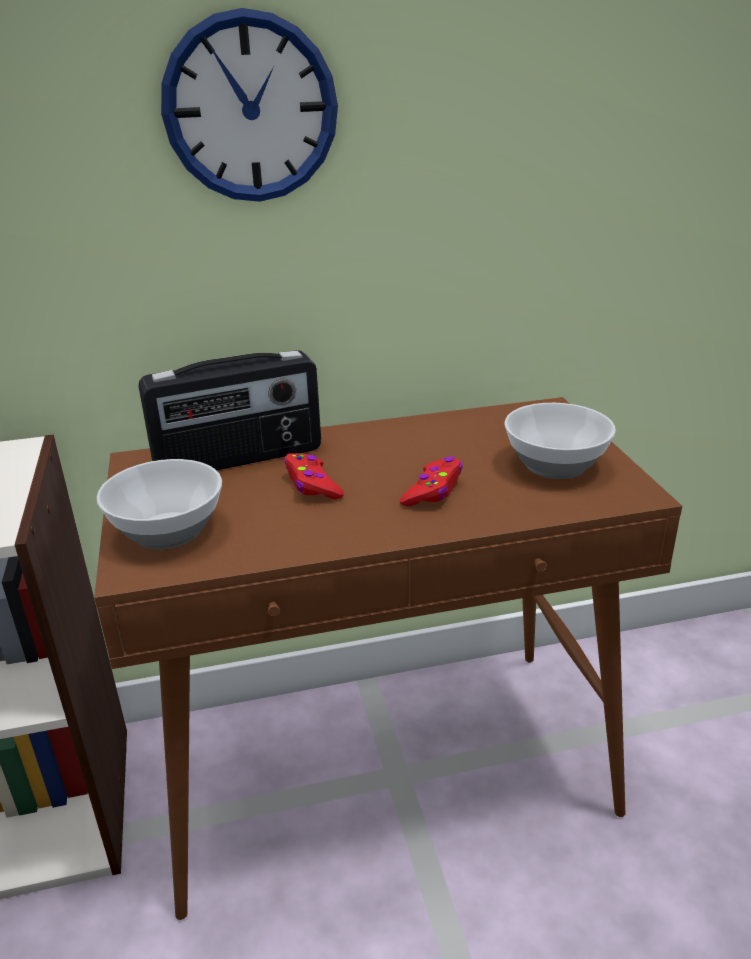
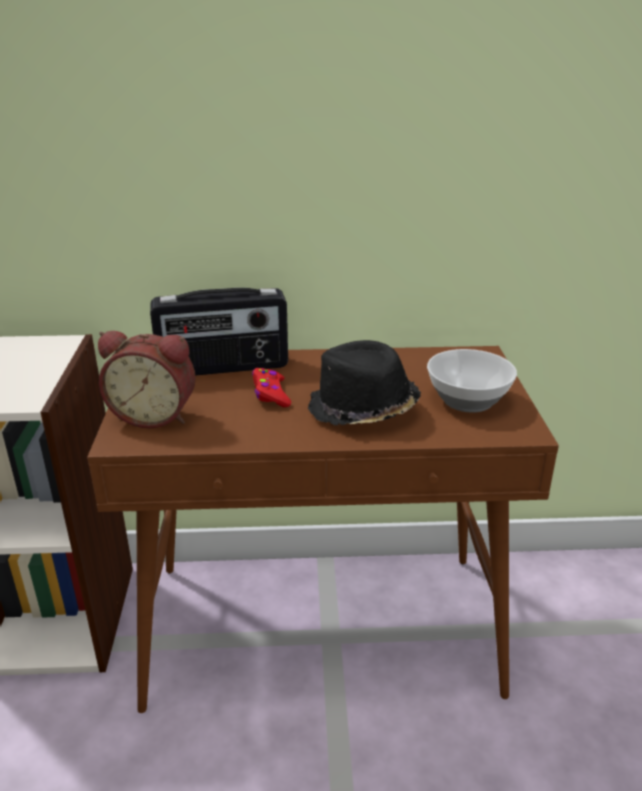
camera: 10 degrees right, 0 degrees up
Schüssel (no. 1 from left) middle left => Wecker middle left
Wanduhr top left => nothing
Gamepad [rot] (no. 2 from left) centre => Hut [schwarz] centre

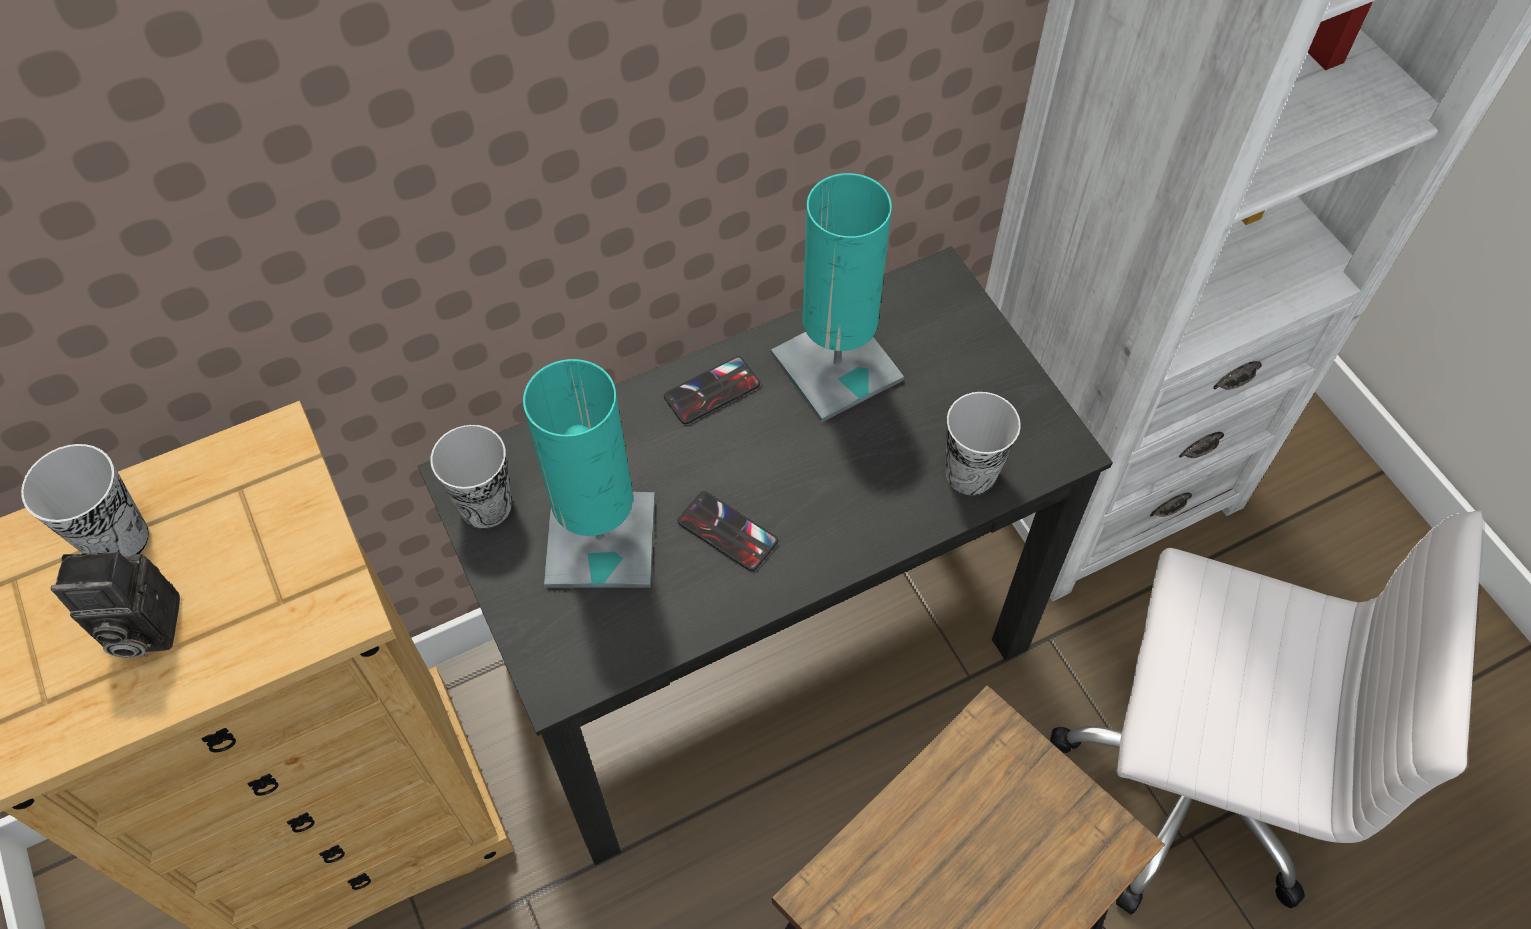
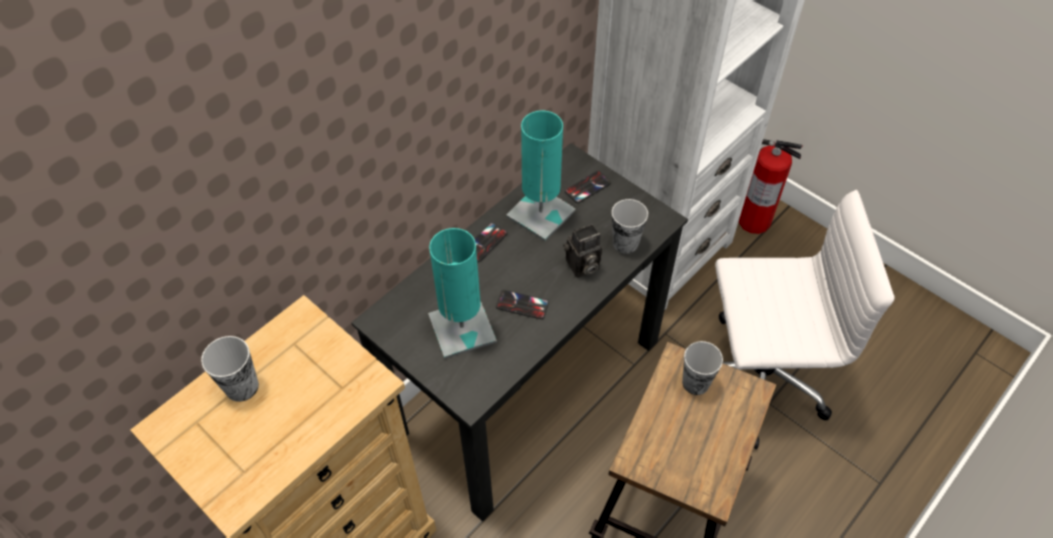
camera: 20 degrees left, 5 degrees down
Kamera middle left => Kamera centre, relocated
Tasse (no. 2 from left in the first image) middle left => Tasse (no. 3 from left) bottom right, relocated
nothing => Handy (no. 3 from left) centre
nothing => Feuerlöscher middle right

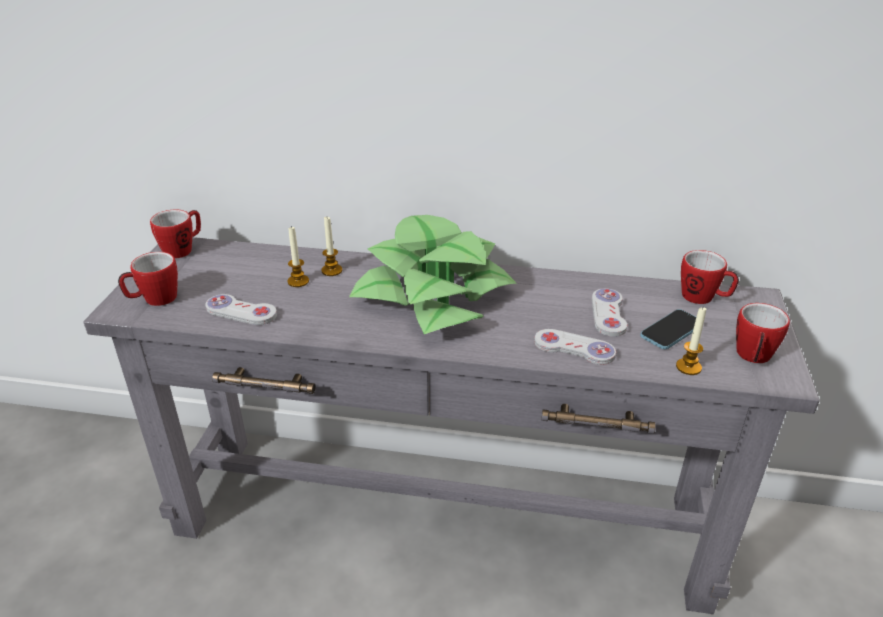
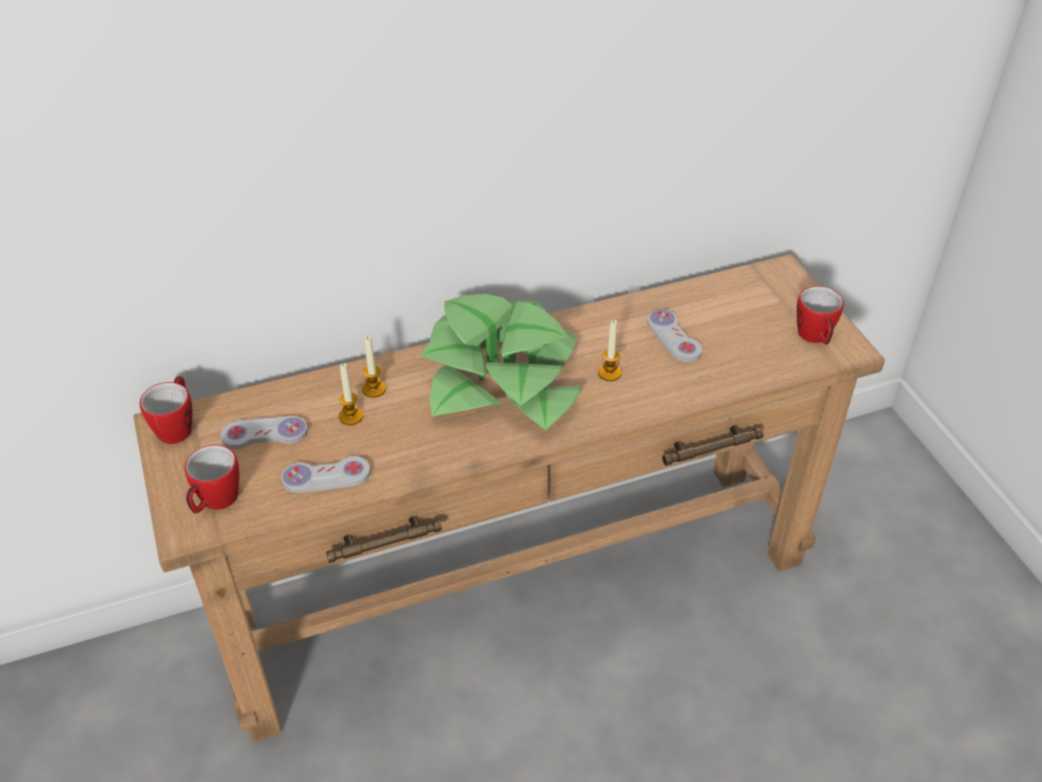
camera: 30 degrees left, 10 degrees up
Konsolentisch [grau] bottom centre => Konsolentisch [braun] centre
Gamepad [weiß] (no. 2 from left in the first image) centre => Gamepad [weiß] (no. 1 from left) middle left, relocated
Handy middle right => nothing
Kerze (no. 3 from left) middle right => Kerze (no. 3 from left) centre, relocated
Henkelbecher (no. 3 from left) middle right => nothing

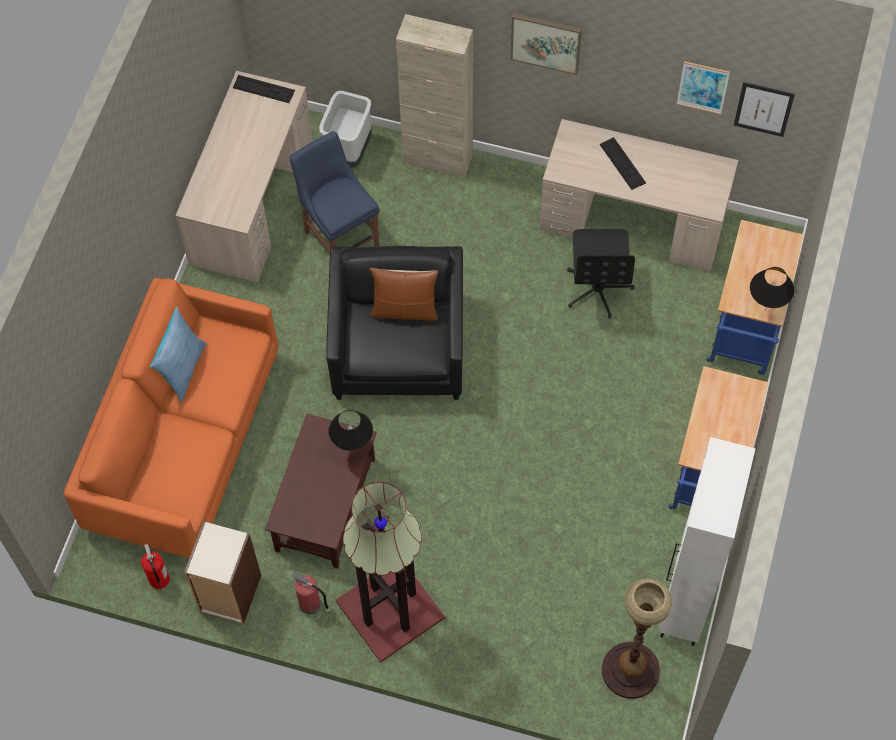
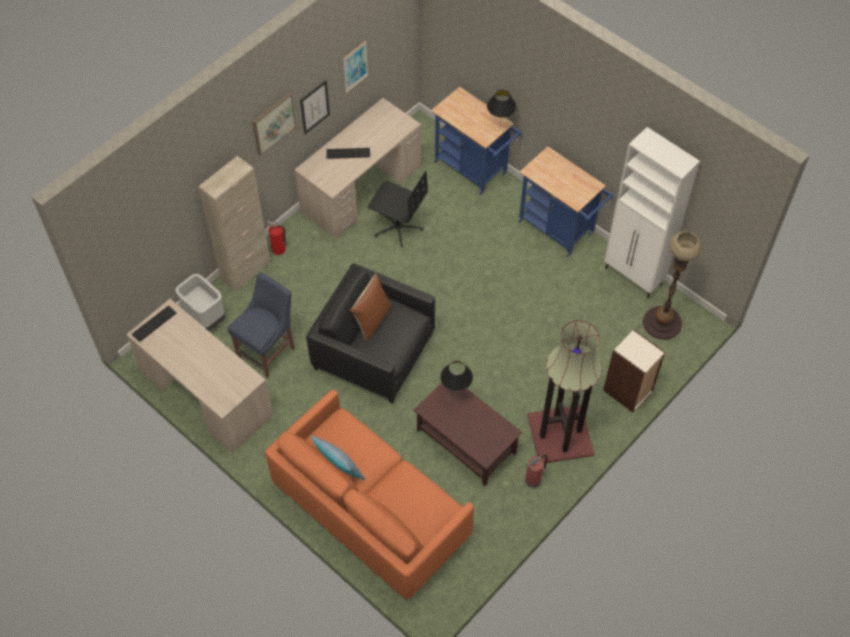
camera: 65 degrees left, 5 degrees down
Feuerlöscher (no. 1 from left) bottom left => Feuerlöscher (no. 1 from left) middle left, relocated
Bücherregal bottom left => Bücherregal middle right, relocated
Stuhl [blau] top centre => Stuhl [blau] middle left, 135 degrees clockwise
Bild (no. 3 from left in the first image) top right => Bild (no. 2 from left) top centre, relocated

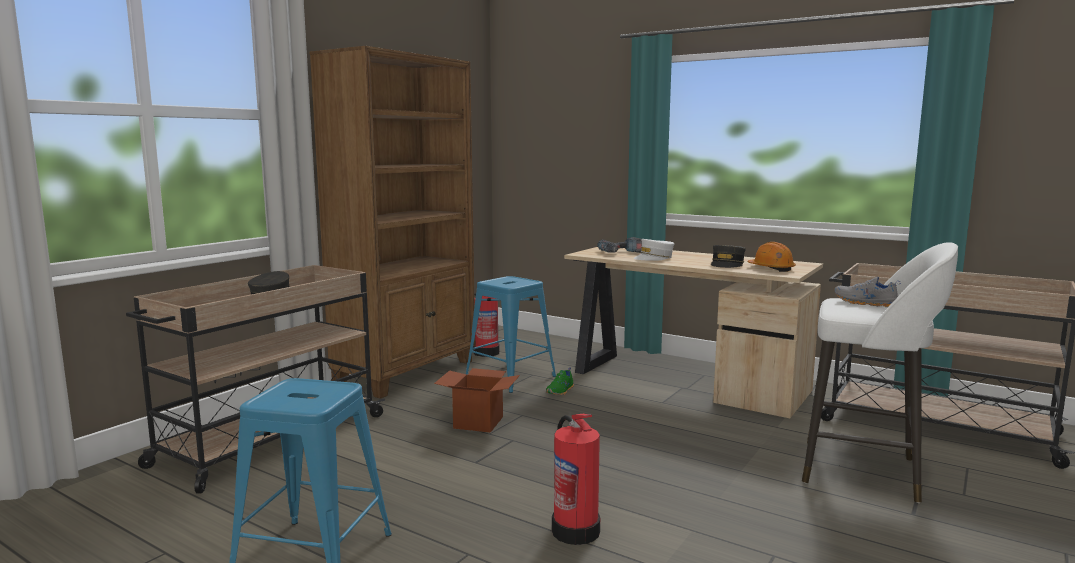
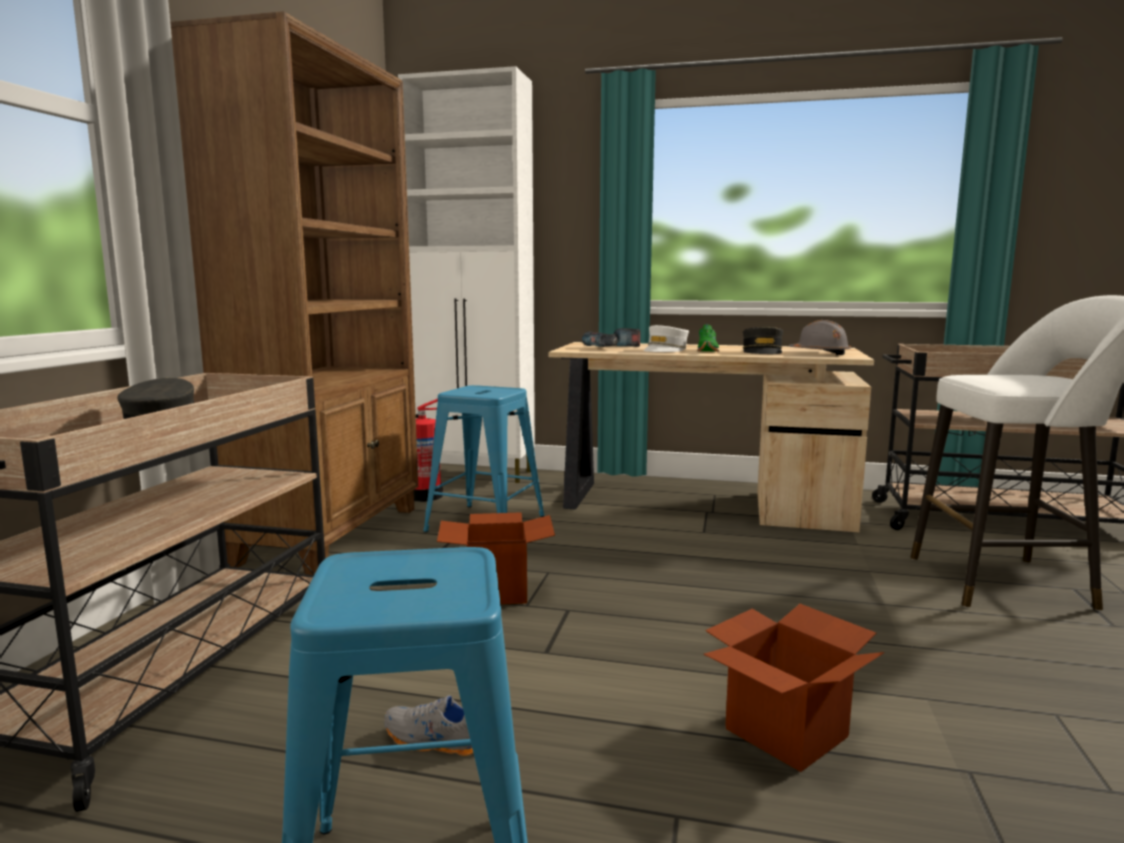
camera: 20 degrees left, 0 degrees up
Schuh [grün] bottom centre => Schuh [grün] centre, relocated
Feuerlöscher (no. 2 from left) bottom centre => Karton (no. 2 from left) bottom right
Schutzhelm [orange] middle right => Schutzhelm [grau] middle right
Schuh [grau] middle right => Schuh [grau] bottom centre, relocated
nothing => Schrank [weiß] top centre

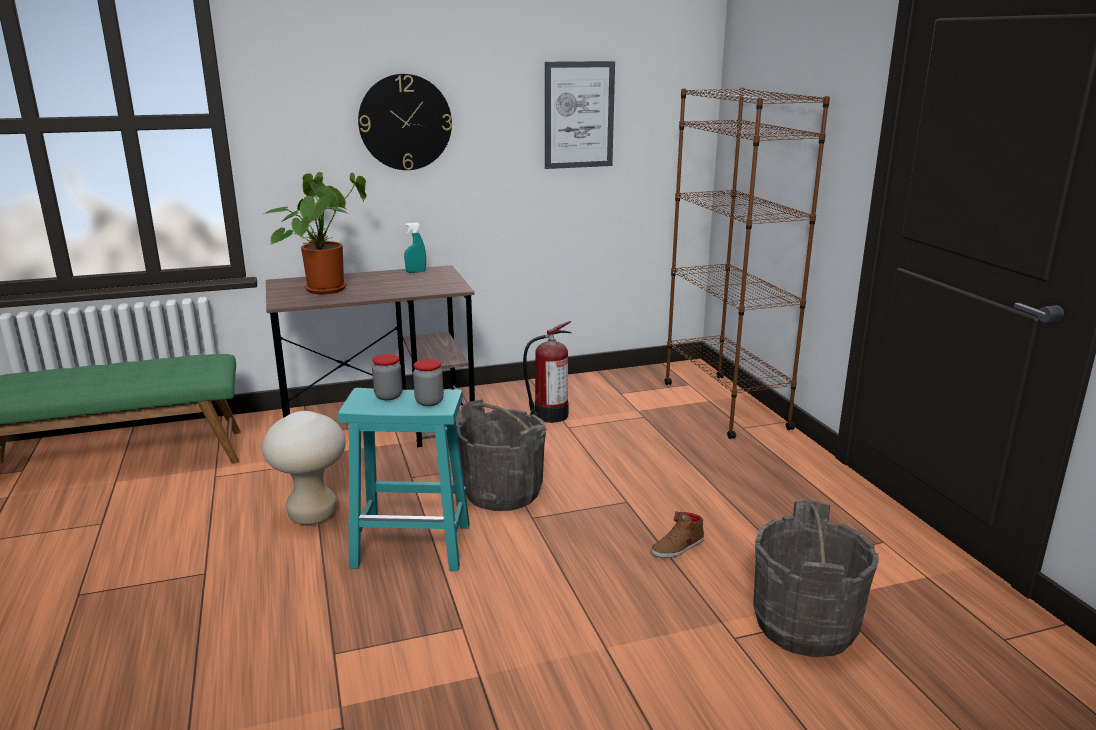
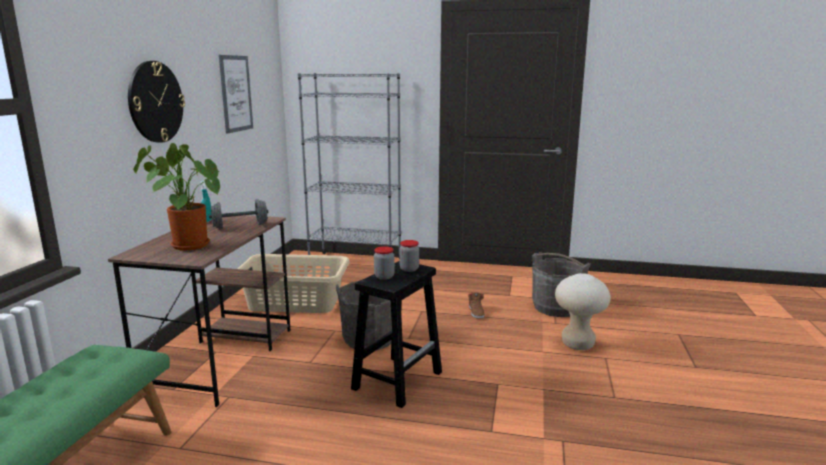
camera: 60 degrees left, 5 degrees down
Hocker [beige] middle left => Hocker [beige] bottom right, relocated
Hocker [türkis] centre => Hocker [schwarz] bottom centre
Feuerlöscher centre => Wäschekorb [beige] centre
Bücherregal [braun] middle right => Bücherregal [grau] centre
nothing => Hantel [grau] middle left

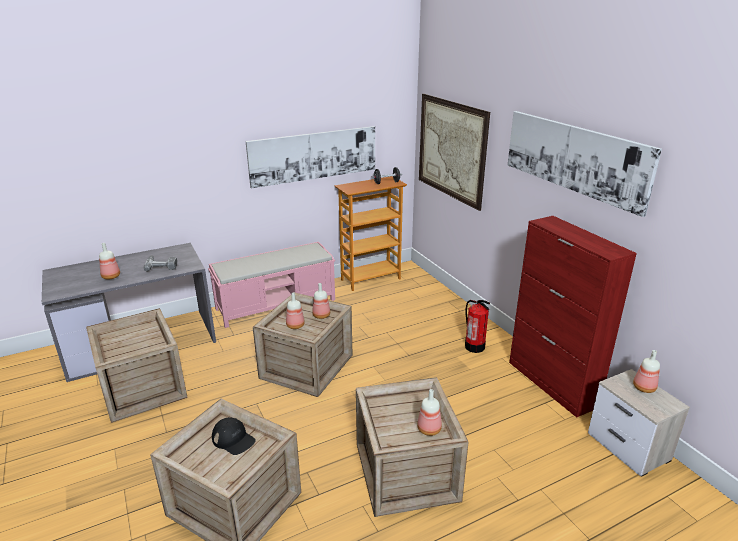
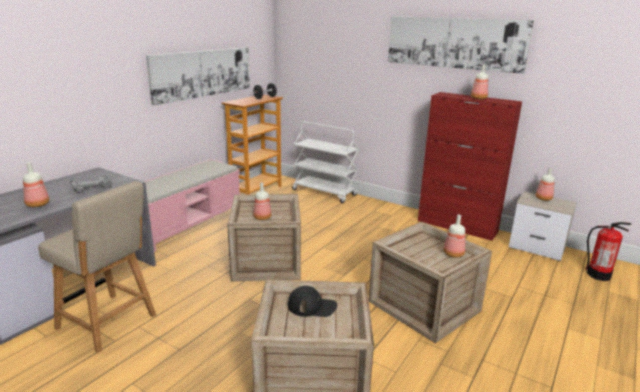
camera: 30 degrees left, 5 degrees down
Kiste (no. 1 from left) bottom left => Stuhl [beige] bottom left
Flasche (no. 3 from left in the first image) centre => Flasche (no. 4 from left) top right, relocated
Bild (no. 2 from left) top centre => nothing
Feuerlöscher centre => Feuerlöscher middle right, relocated
nothing => Rollwagen [weiß] centre

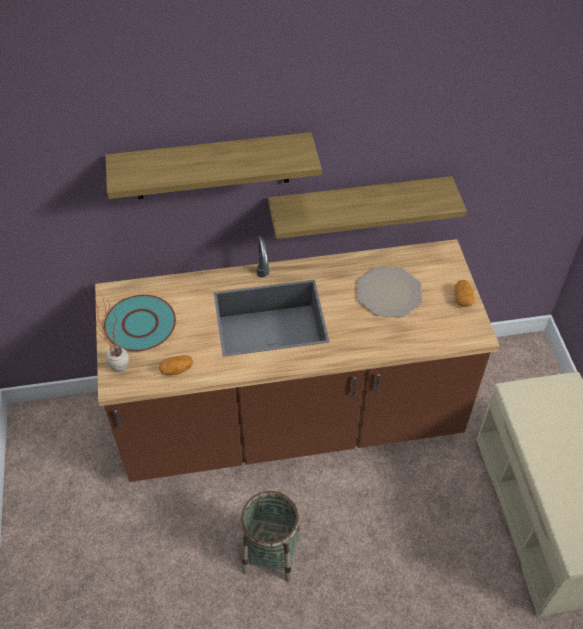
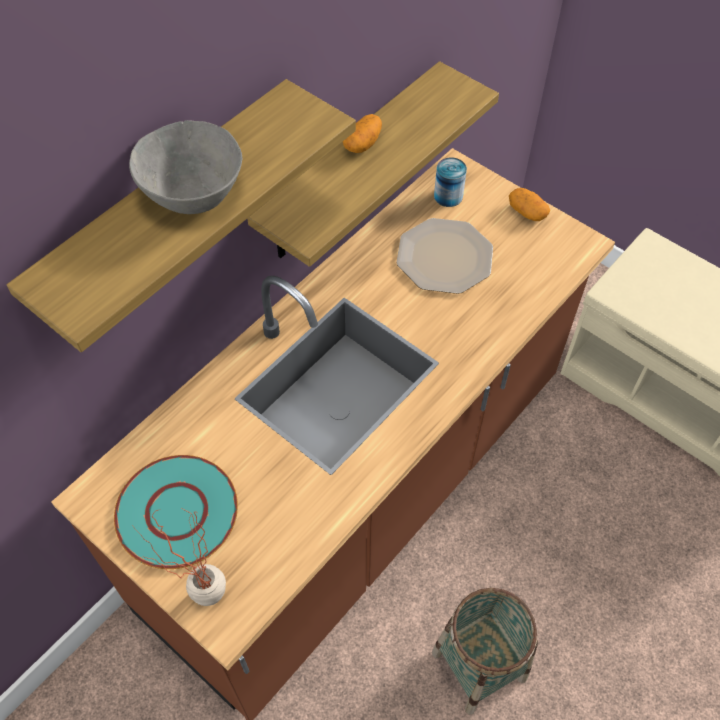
camera: 40 degrees left, 5 degrees up
Kartoffel (no. 1 from left) middle left => Kartoffel (no. 1 from left) top centre, relocated
nothing => Schüssel [grau] top left
nothing => Dose top centre

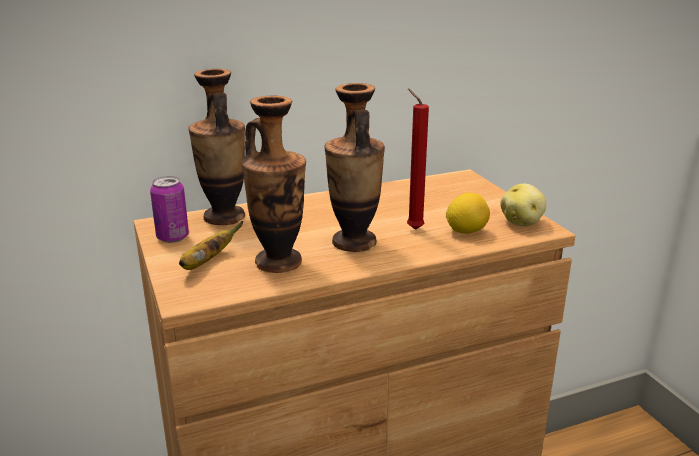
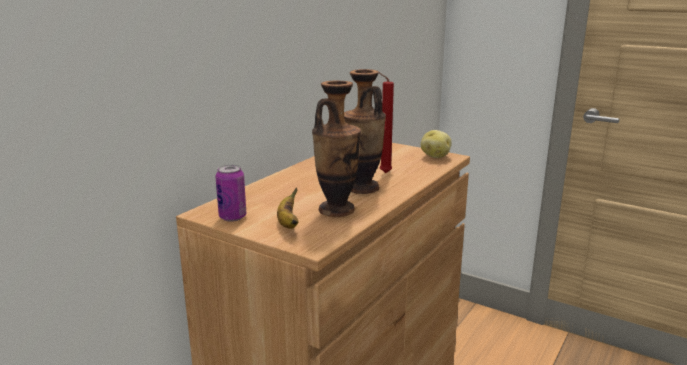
camera: 35 degrees left, 5 degrees down
Vase (no. 1 from left) top left => nothing
Zitrone middle right => nothing

